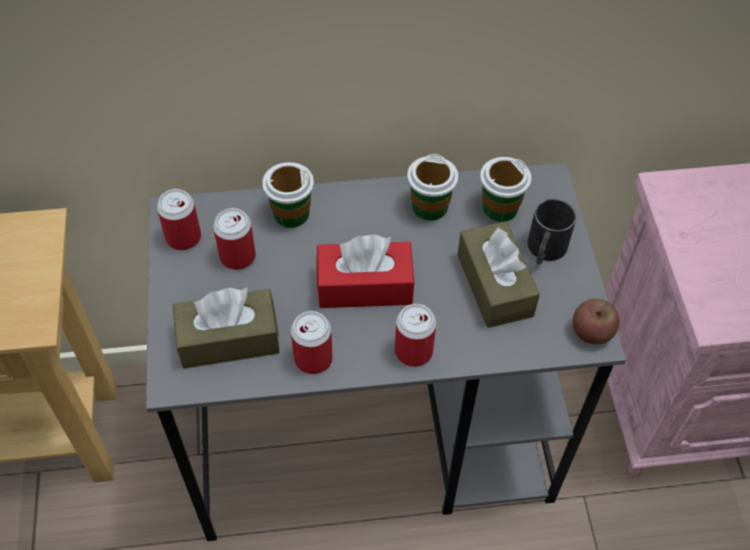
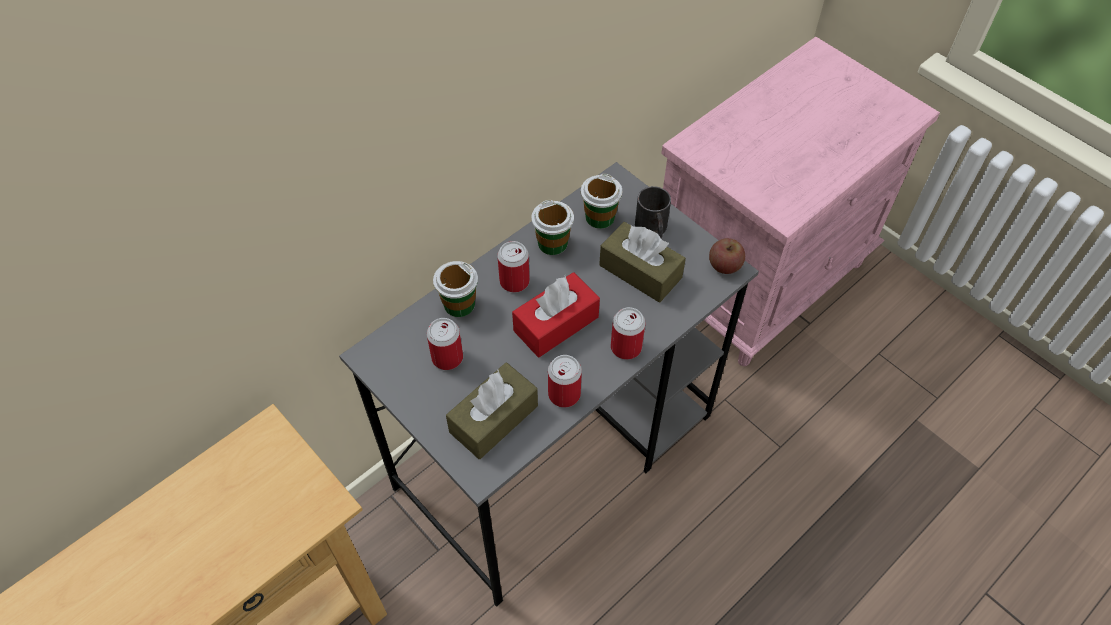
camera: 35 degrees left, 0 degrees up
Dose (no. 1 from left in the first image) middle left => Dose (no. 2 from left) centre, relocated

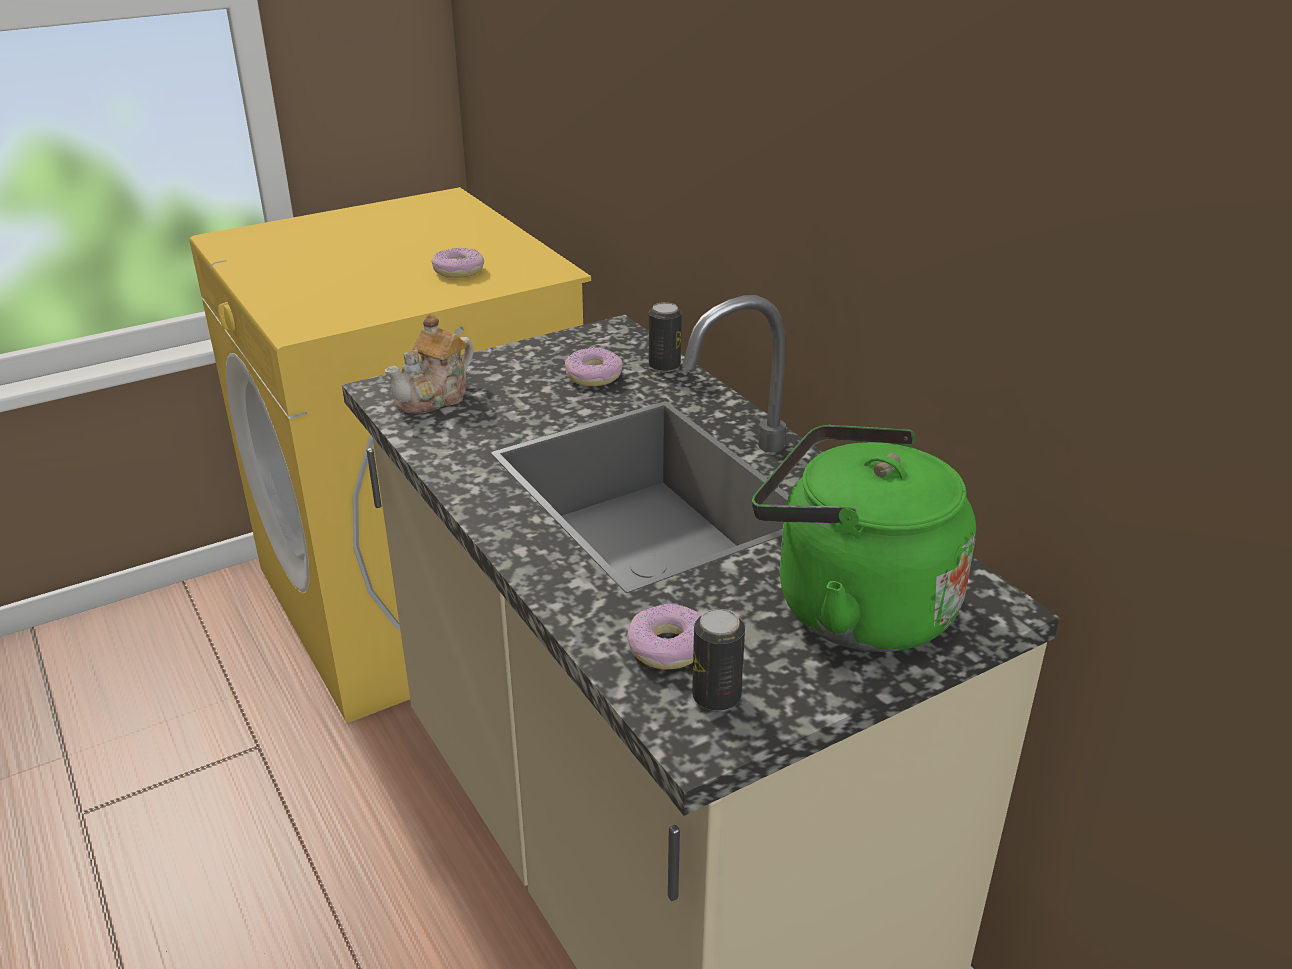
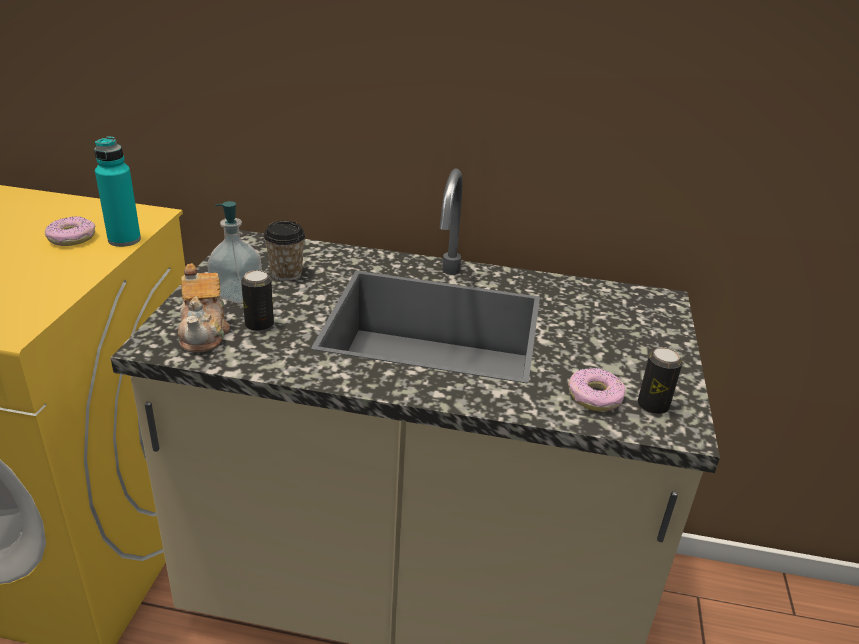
camera: 50 degrees left, 0 degrees up
Donut (no. 2 from left) centre => Tasse middle left
Dose (no. 1 from left) centre => Dose (no. 1 from left) middle left, relocated
Wasserkessel [grün] middle right => nothing
nothing => Flasche [türkis] top left
nothing => Seifenspender middle left

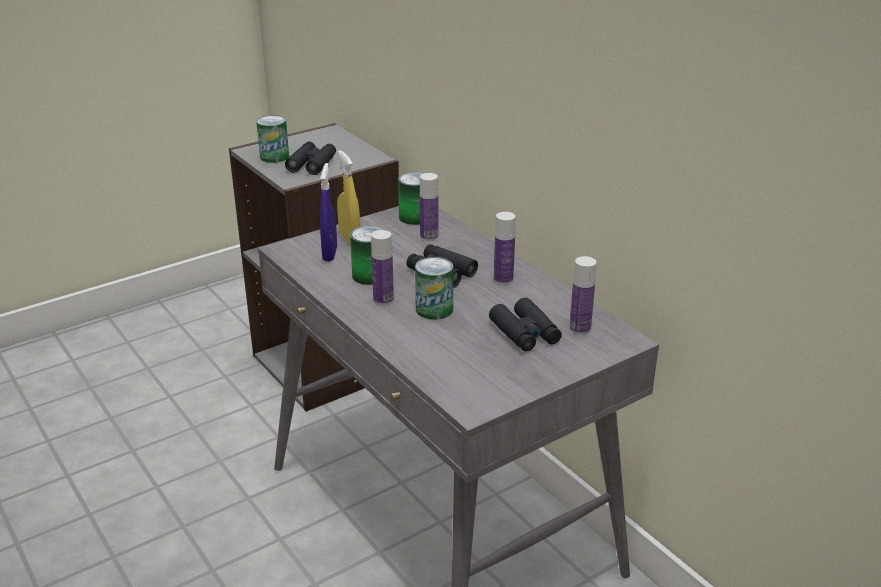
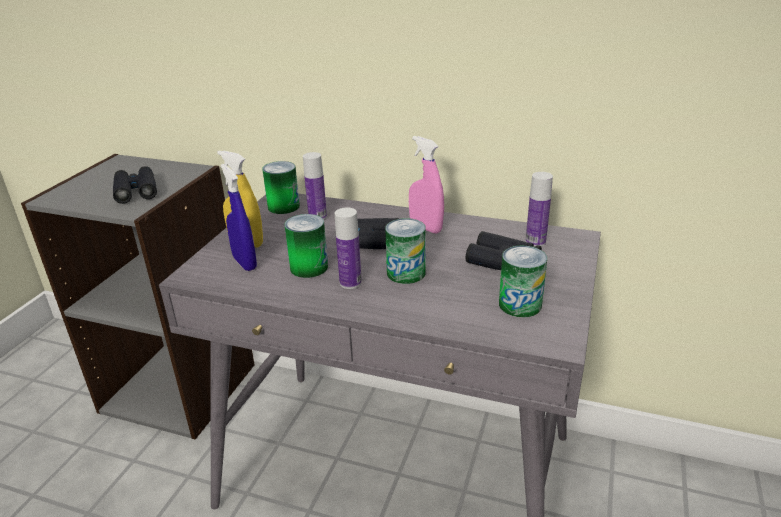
camera: 35 degrees left, 0 degrees up
Dose (no. 1 from left in the first image) top left => Dose (no. 4 from left) middle right, relocated
Flasche (no. 3 from left) centre => Sprühflasche [rosa] centre

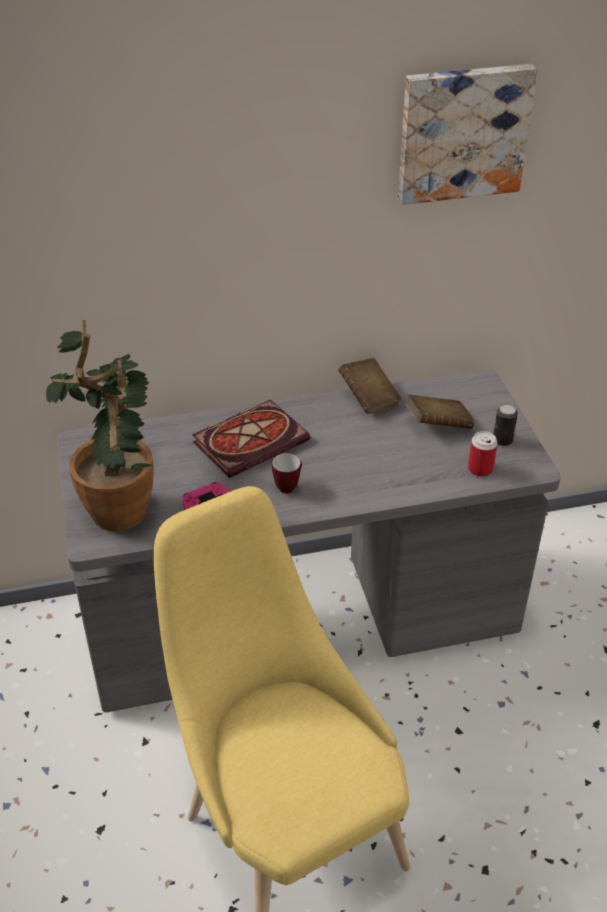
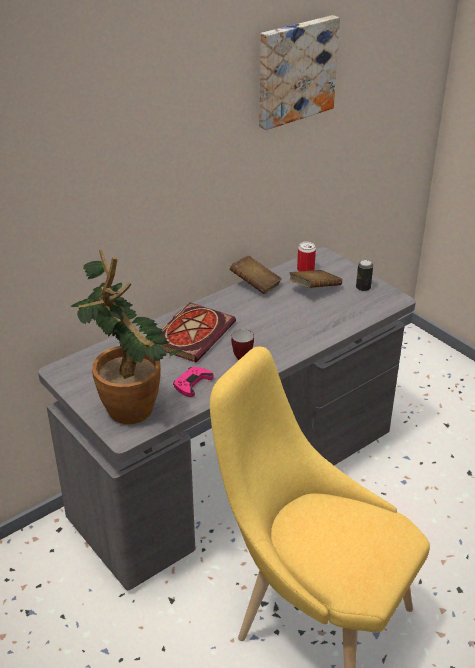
camera: 25 degrees left, 5 degrees down
Dose (no. 1 from left) middle right => Dose (no. 1 from left) centre, relocated

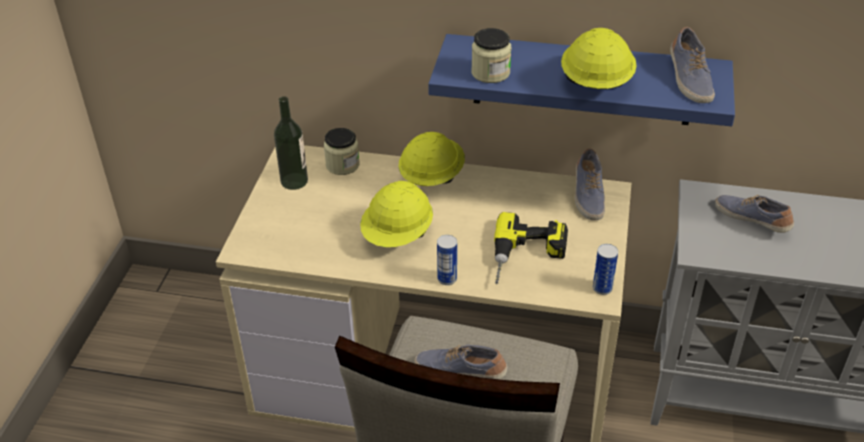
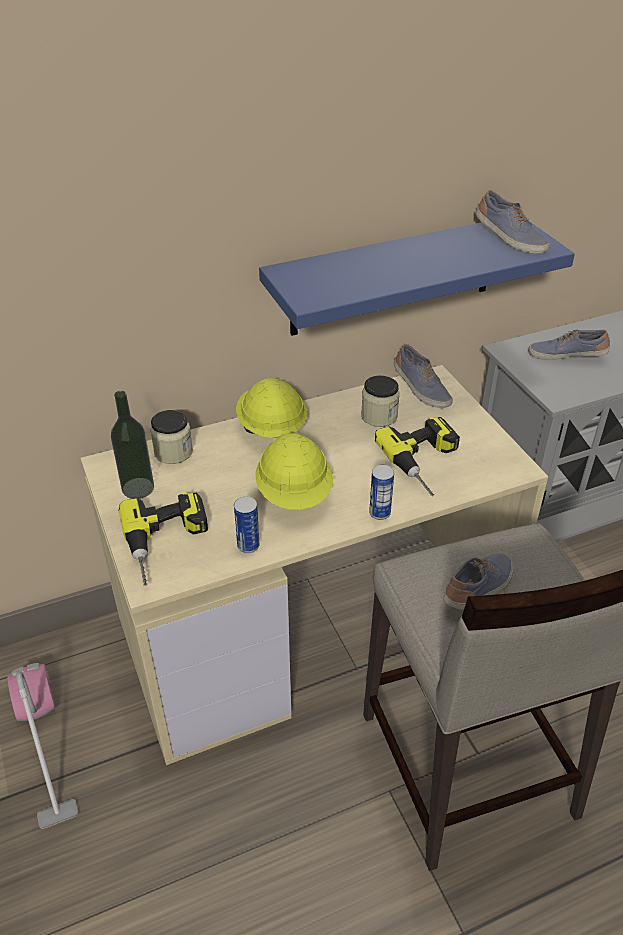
camera: 35 degrees left, 0 degrees up
Schuh (no. 1 from left in the first image) bottom centre => Schuh (no. 2 from left) middle right, 150 degrees clockwise
Vorratsglas (no. 2 from left) top centre => Vorratsglas (no. 2 from left) centre, relocated
Schutzhelm [gelb] (no. 3 from left) top right => nothing
Dose (no. 2 from left in the first image) middle right => Dose (no. 1 from left) centre, relocated
nothing => Staubsauger bottom left
nothing => Bohrmaschine (no. 1 from left) middle left

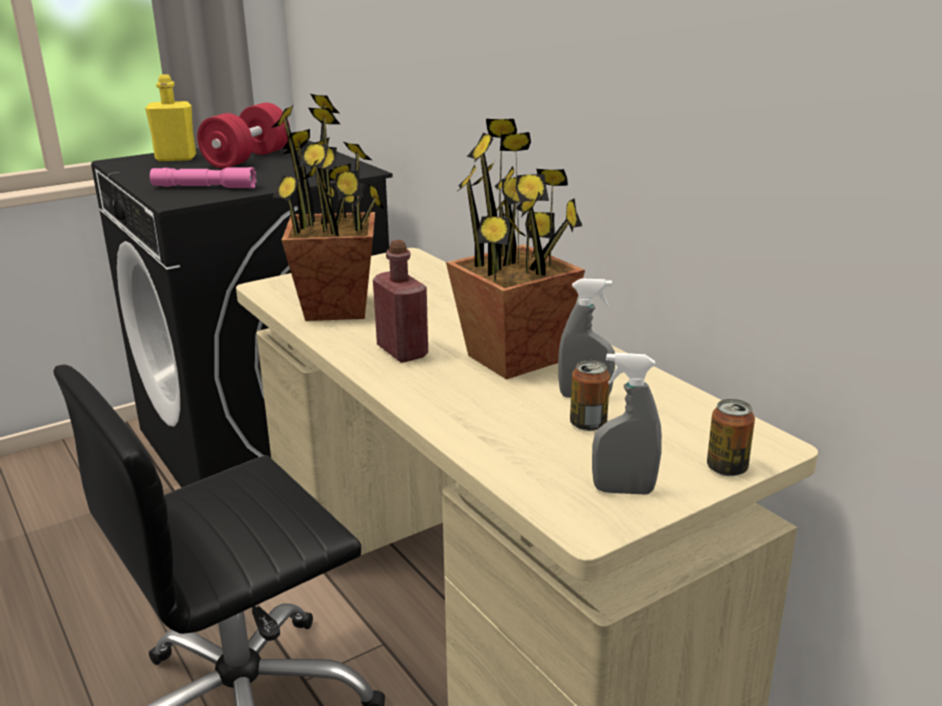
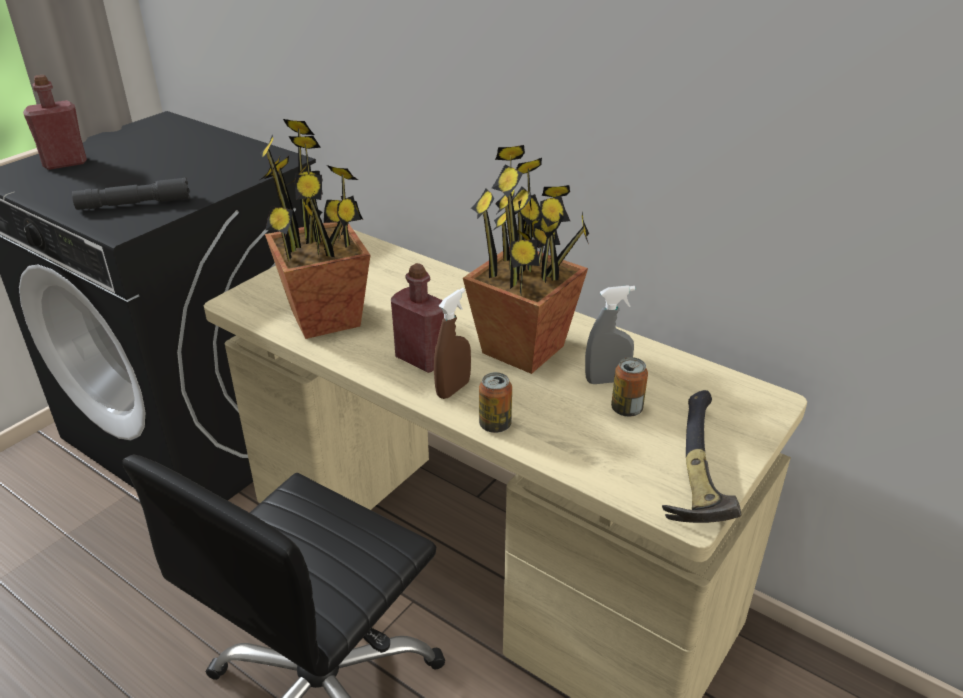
camera: 20 degrees left, 10 degrees up
Flasche [gelb] top left => Flasche [rot] (no. 1 from left) top left
Taschenlampe [rosa] top left => Taschenlampe [grau] top left
Hantel [rot] top left => nothing
Sprühflasche [grau] (no. 2 from left) centre => Hammer middle right
Dose (no. 2 from left in the first image) middle right => Dose (no. 1 from left) centre, relocated
nothing => Sprühflasche [braun] centre

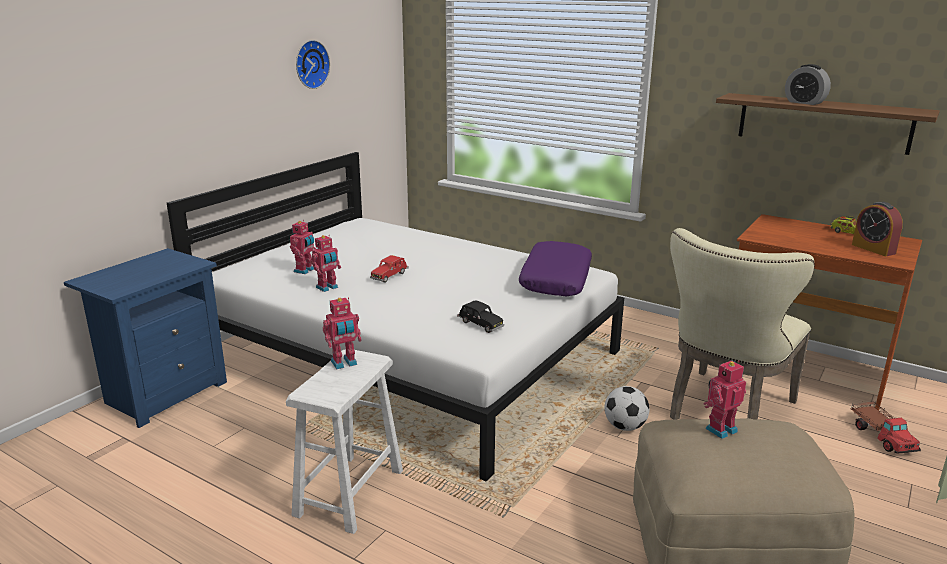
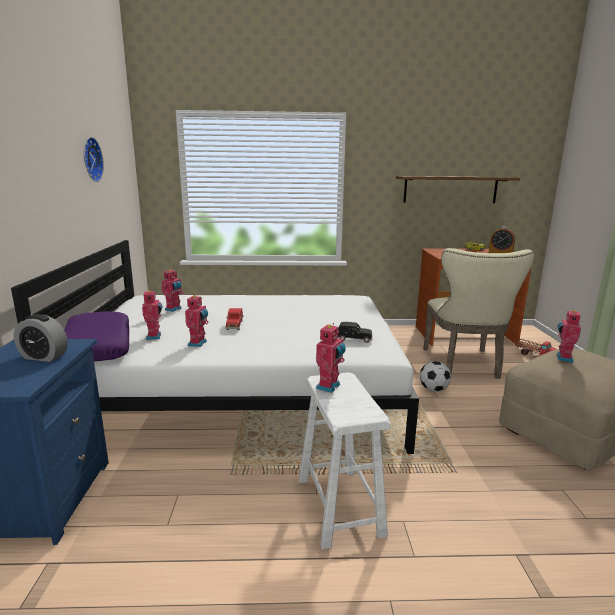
camera: 35 degrees left, 5 degrees down
Kissen [lila] centre => Kissen [lila] middle left, relocated
Wecker (no. 1 from left) top right => Wecker (no. 1 from left) middle left, relocated
nothing => Spielzeugroboter (no. 2 from left) middle left

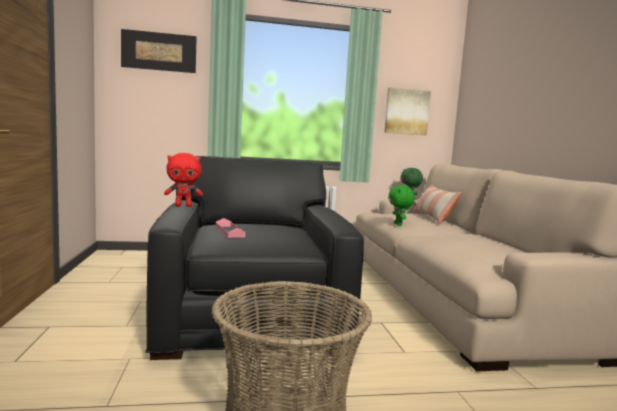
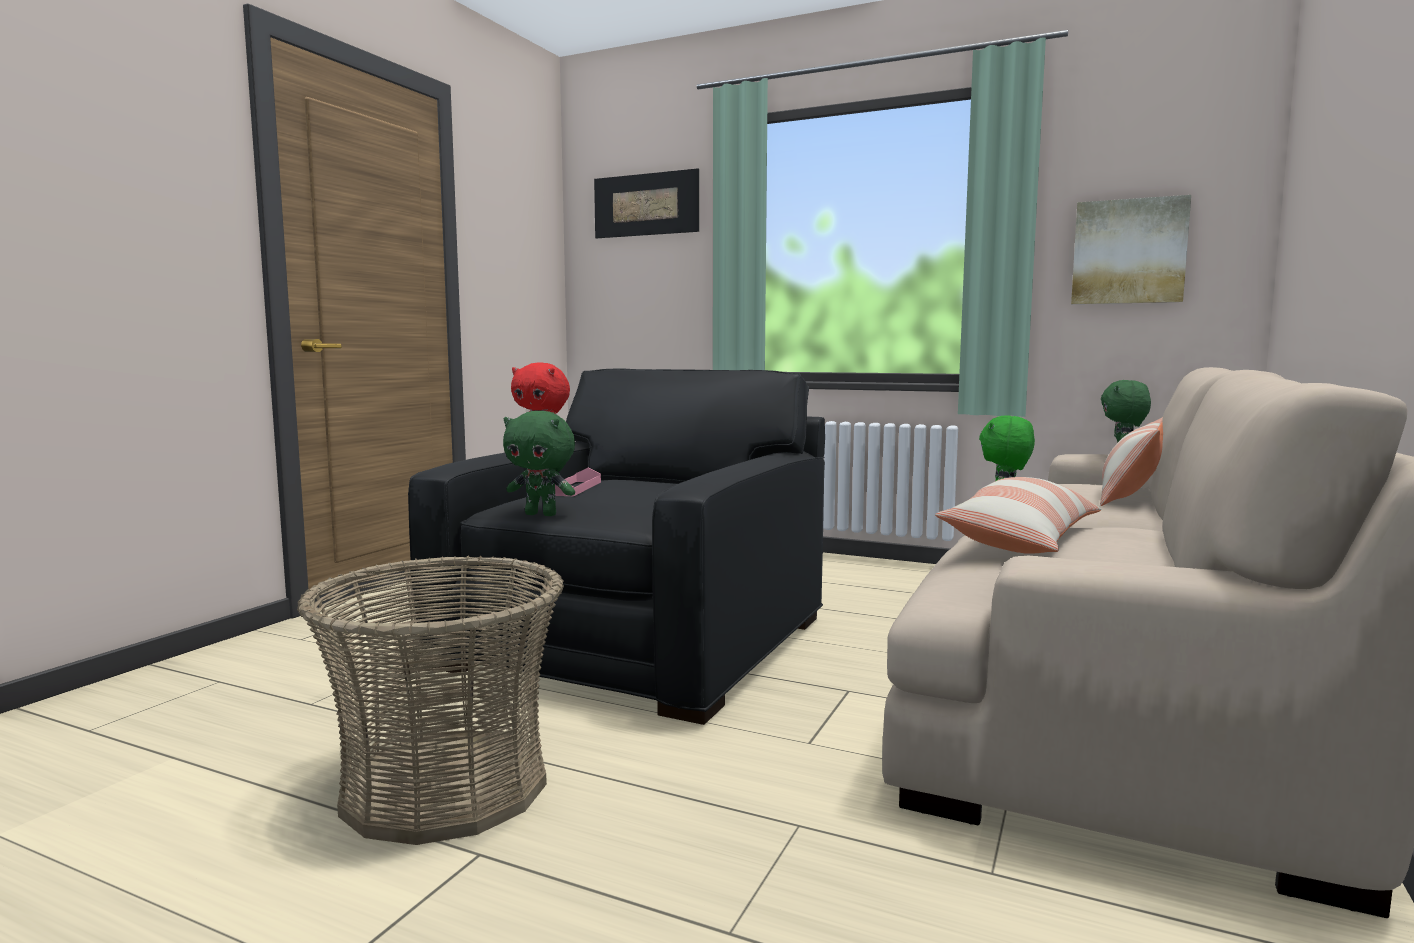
camera: 35 degrees right, 0 degrees up
nothing => Plüschtier [grün] (no. 1 from left) centre
nothing => Kissen (no. 1 from left) middle right

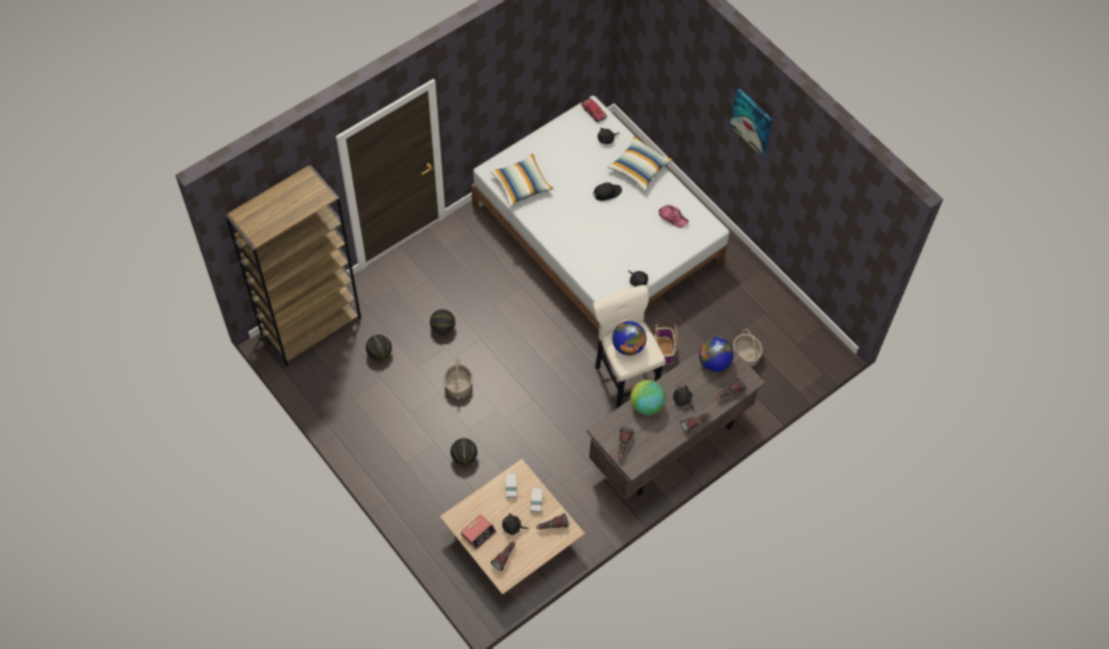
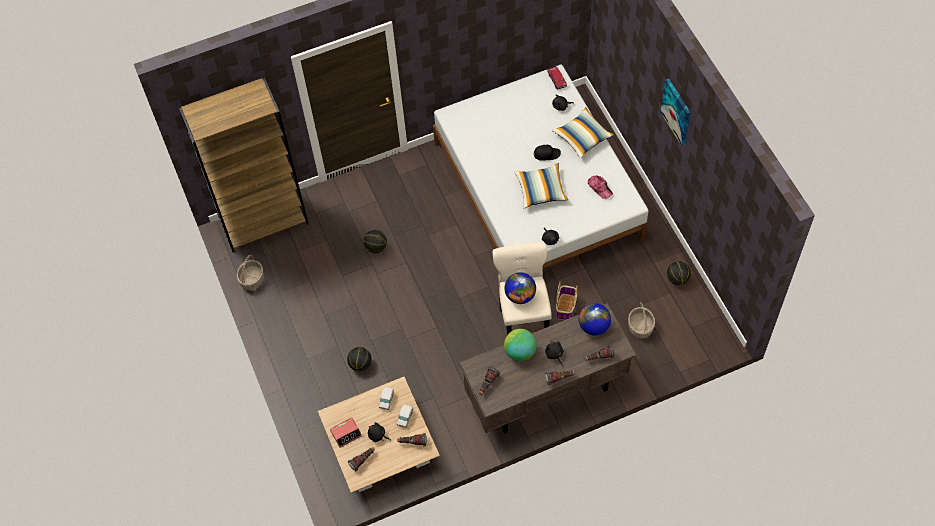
camera: 20 degrees right, 0 degrees up
Basketball (no. 1 from left in the first image) centre => Basketball (no. 3 from left) middle right, relocated
Korb (no. 1 from left) centre => Korb (no. 1 from left) middle left, relocated
Kissen (no. 1 from left) top centre => Kissen (no. 1 from left) centre, relocated

